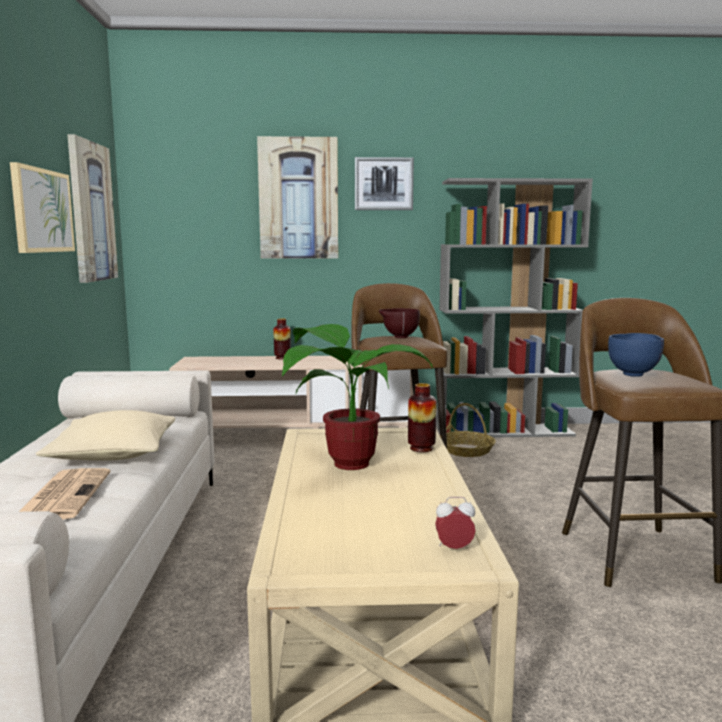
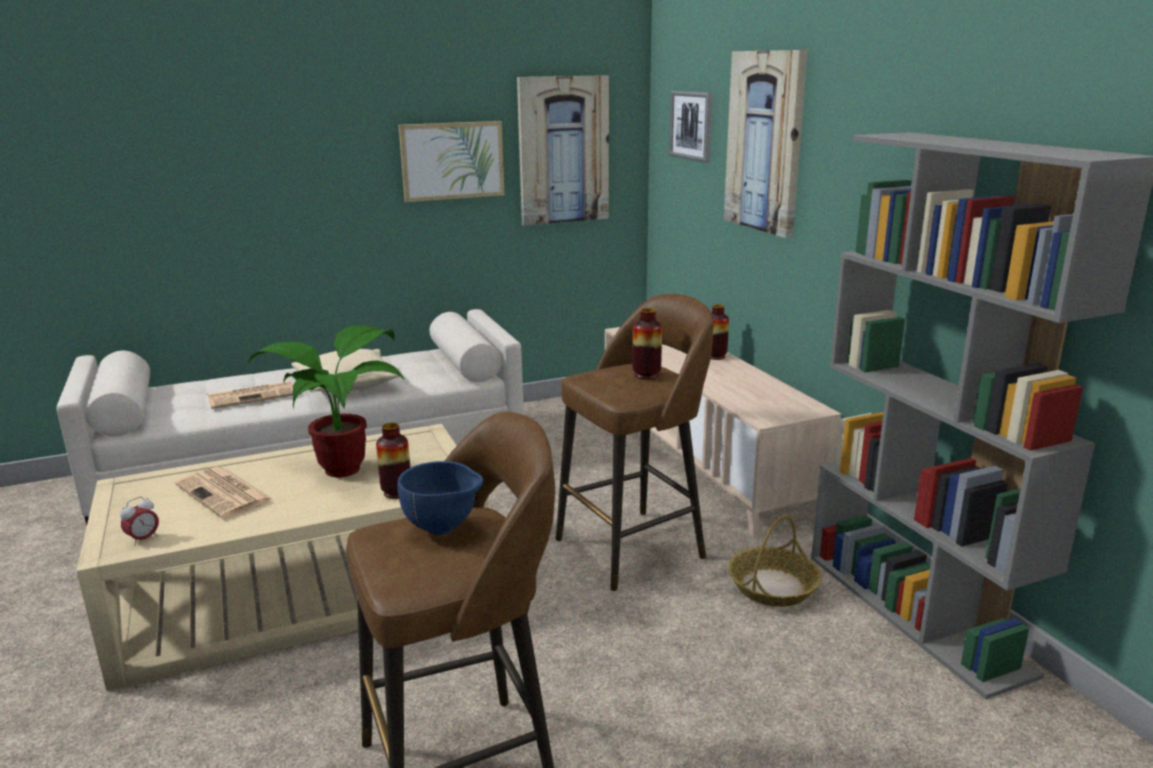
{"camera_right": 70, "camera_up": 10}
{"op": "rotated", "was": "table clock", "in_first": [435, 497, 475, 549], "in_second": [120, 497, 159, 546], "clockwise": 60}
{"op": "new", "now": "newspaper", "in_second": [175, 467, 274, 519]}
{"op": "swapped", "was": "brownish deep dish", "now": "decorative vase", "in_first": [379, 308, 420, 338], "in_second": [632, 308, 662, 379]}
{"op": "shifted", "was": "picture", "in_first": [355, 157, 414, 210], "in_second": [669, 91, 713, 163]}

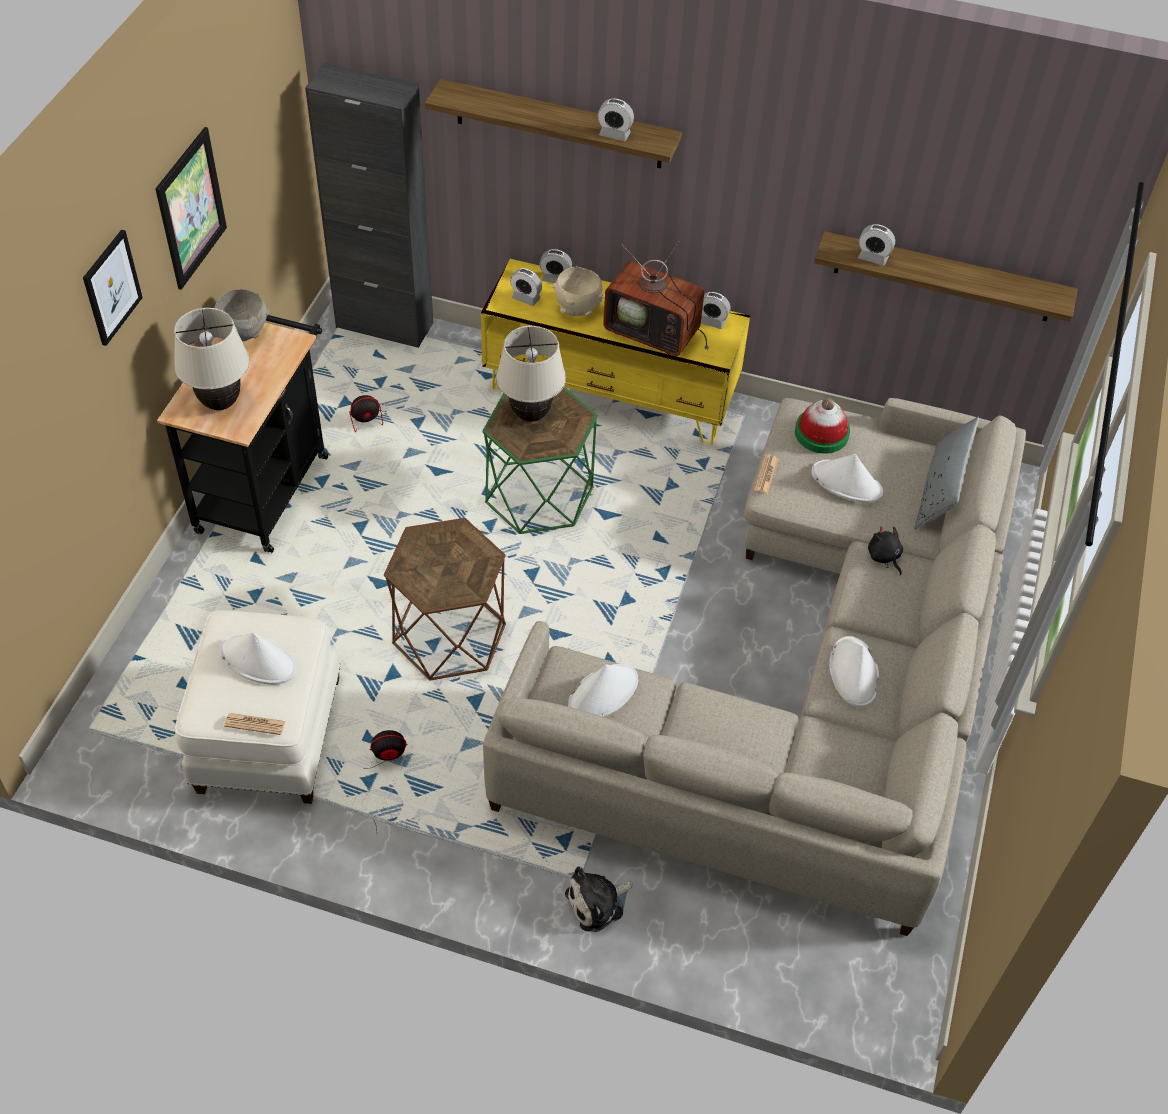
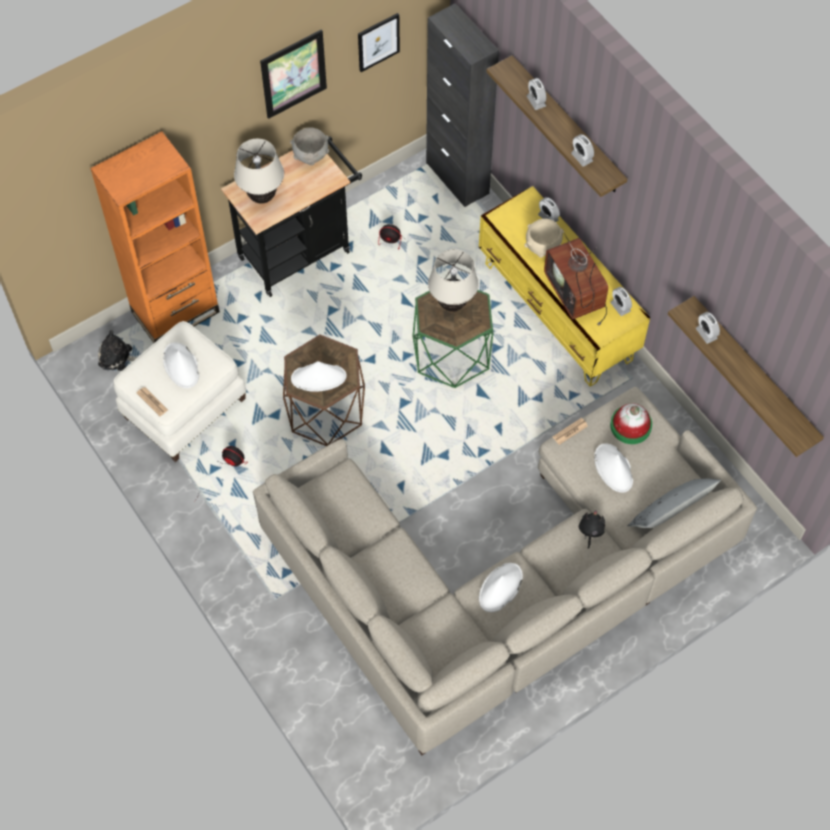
{"camera_right": 40, "camera_up": 10}
{"op": "new", "now": "orangey shelving unit", "in_second": [90, 131, 220, 343]}
{"op": "shifted", "was": "cuddly toy", "in_first": [565, 866, 633, 932], "in_second": [98, 330, 138, 371]}
{"op": "shifted", "was": "white-coloured clothing hat", "in_first": [568, 664, 638, 717], "in_second": [291, 361, 347, 392]}
{"op": "shifted", "was": "picture", "in_first": [83, 229, 143, 346], "in_second": [358, 13, 400, 72]}
{"op": "shifted", "was": "table clock", "in_first": [510, 268, 542, 306], "in_second": [527, 78, 546, 110]}

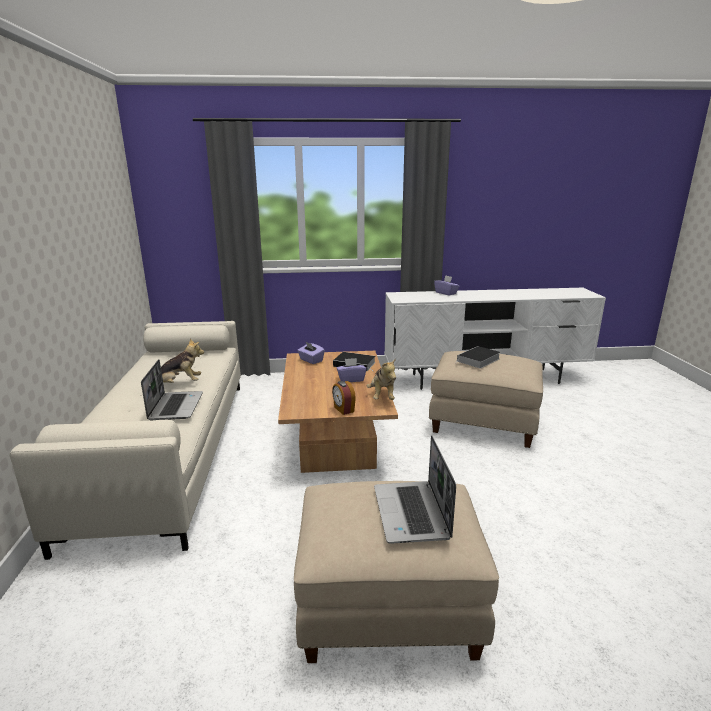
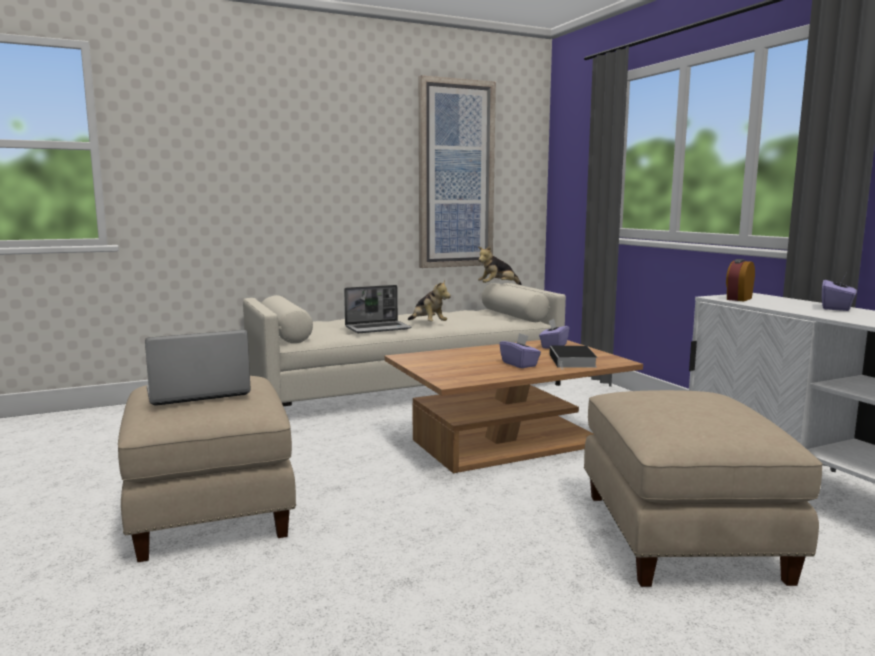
{"camera_right": 70, "camera_up": -10}
{"op": "new", "now": "picture", "in_second": [419, 75, 496, 268]}
{"op": "shifted", "was": "cuddly toy", "in_first": [367, 358, 396, 400], "in_second": [478, 246, 522, 285]}
{"op": "shifted", "was": "table clock", "in_first": [332, 381, 356, 415], "in_second": [726, 259, 755, 301]}
{"op": "gone", "was": "book", "in_first": [454, 346, 501, 369]}

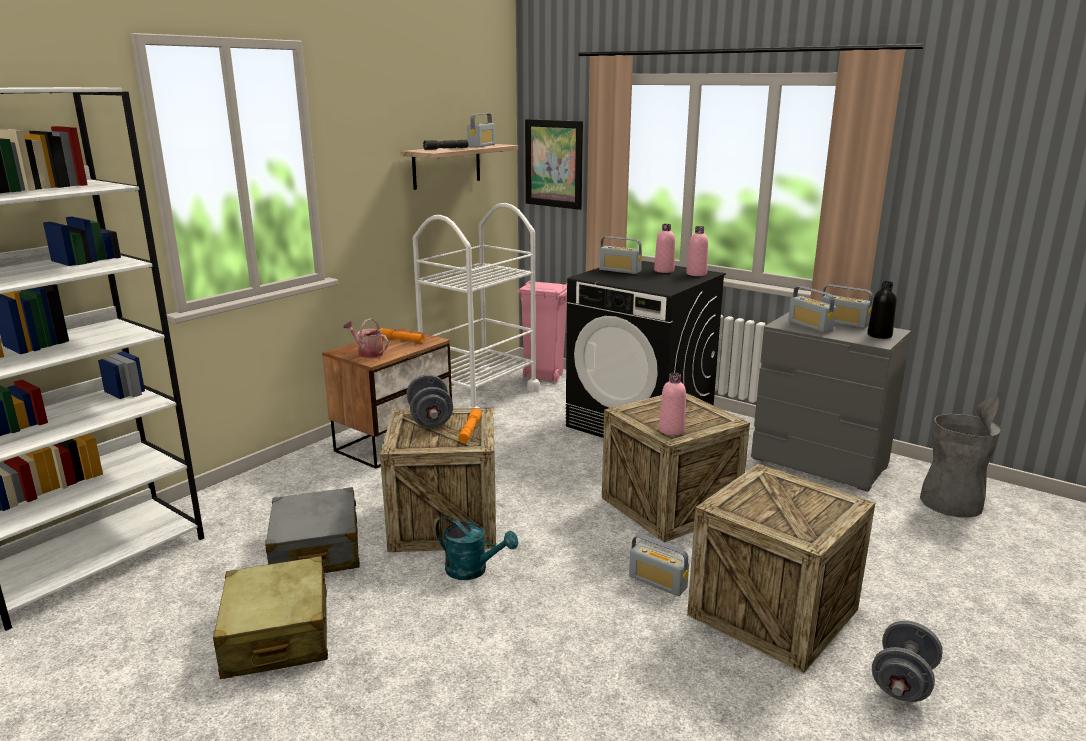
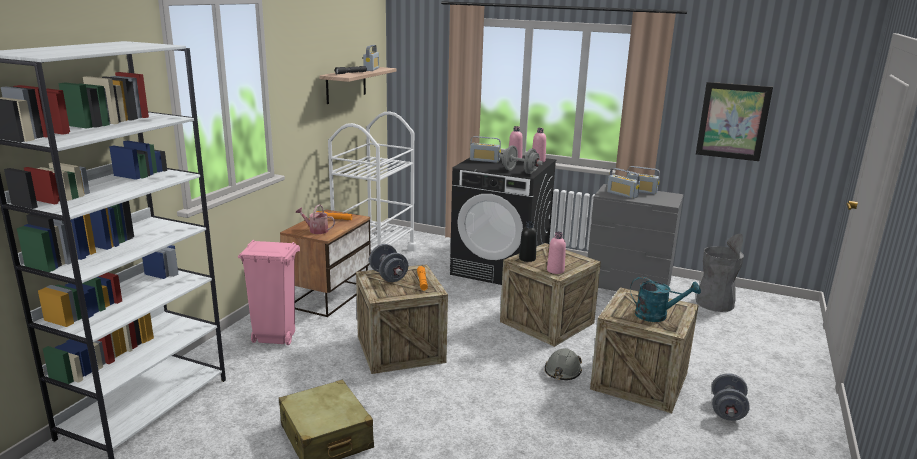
{"camera_right": -15, "camera_up": 0}
{"op": "shifted", "was": "pinkish rubbish bin", "in_first": [517, 280, 567, 382], "in_second": [238, 240, 300, 345]}
{"op": "new", "now": "gray hand weight", "in_second": [499, 145, 543, 174]}
{"op": "shifted", "was": "black beverage bottle", "in_first": [867, 281, 897, 339], "in_second": [519, 221, 537, 262]}
{"op": "swapped", "was": "radio set", "now": "gray work helmet", "in_first": [629, 534, 689, 596], "in_second": [545, 348, 582, 380]}
{"op": "shifted", "was": "turquoise-coloured watering pot", "in_first": [435, 516, 518, 580], "in_second": [630, 277, 701, 322]}
{"op": "shifted", "was": "picture", "in_first": [525, 119, 583, 210], "in_second": [696, 82, 773, 161]}
{"op": "gone", "was": "gray suitcase", "in_first": [265, 487, 360, 573]}

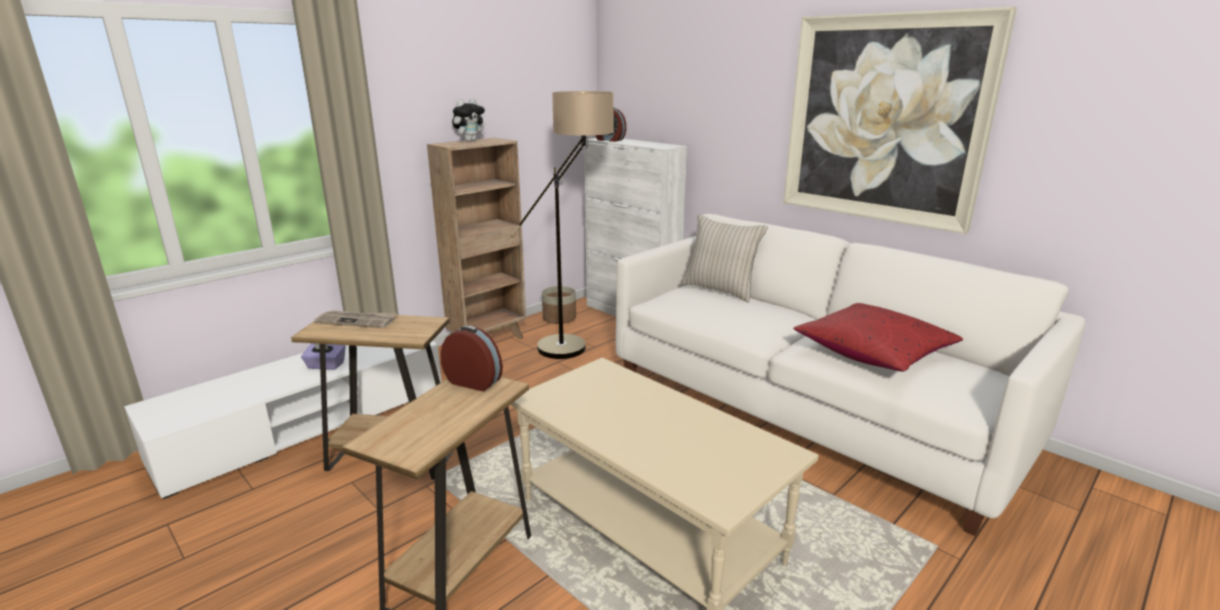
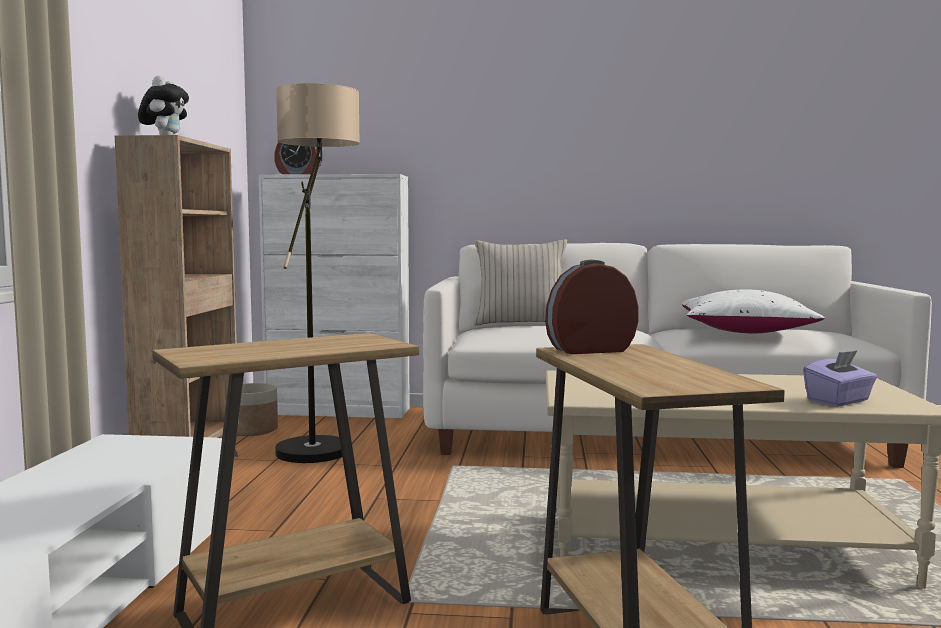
{"camera_right": -40, "camera_up": -15}
{"op": "repainted", "was": "reddish throw pillow", "now": "white-coloured throw pillow", "in_first": [793, 303, 963, 372], "in_second": [682, 290, 825, 333]}
{"op": "shifted", "was": "purple box of tissues", "in_first": [301, 343, 346, 370], "in_second": [803, 350, 877, 407]}
{"op": "gone", "was": "newspaper", "in_first": [314, 310, 397, 328]}
{"op": "gone", "was": "picture", "in_first": [783, 7, 1017, 234]}

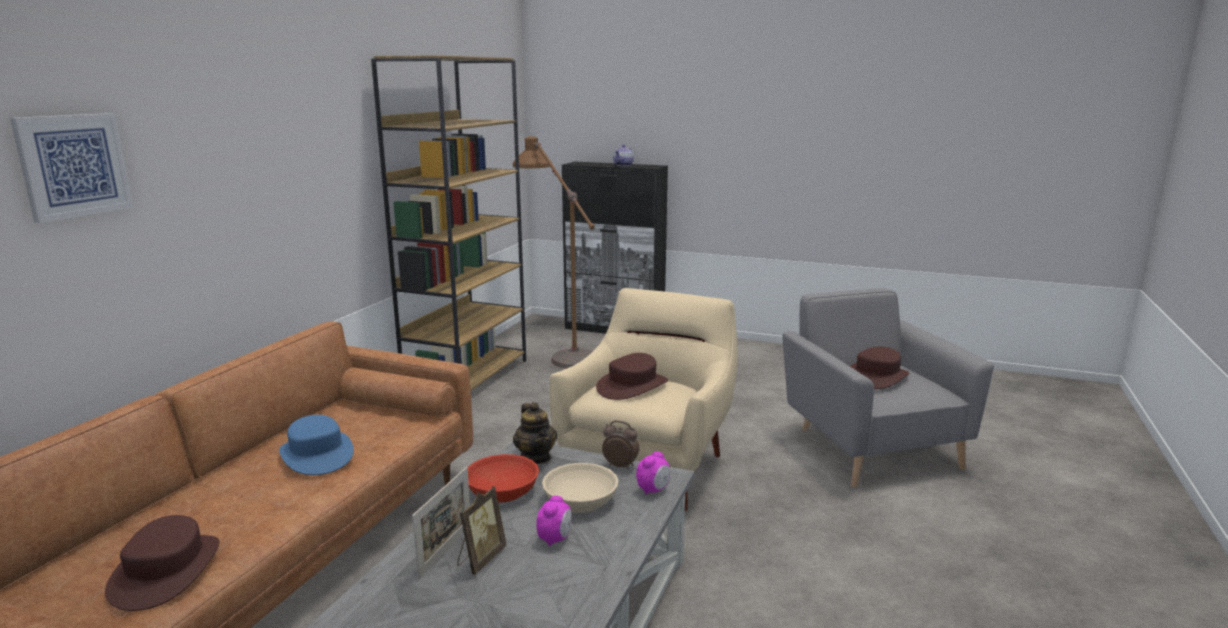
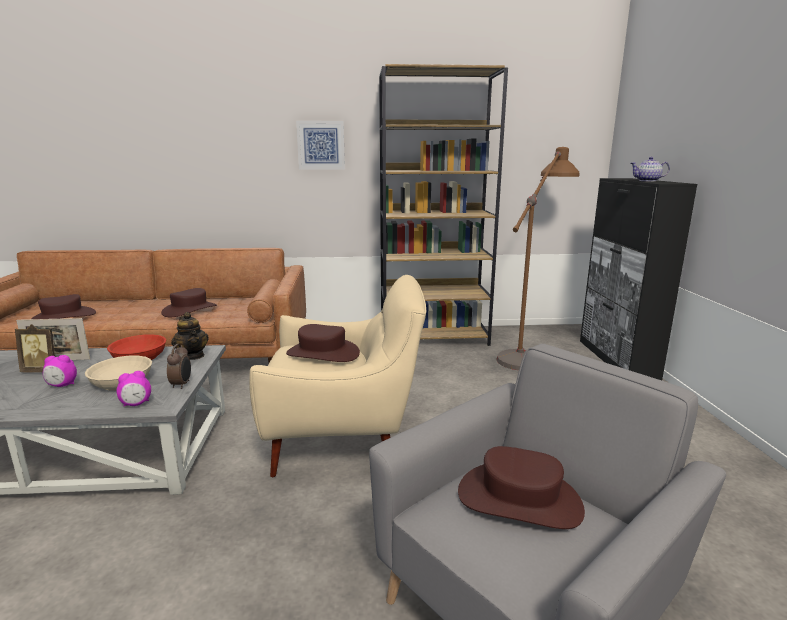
{"camera_right": 65, "camera_up": 0}
{"op": "rotated", "was": "table clock", "in_first": [636, 451, 670, 495], "in_second": [117, 371, 151, 407], "clockwise": -45}
{"op": "repainted", "was": "blue clothing hat", "now": "brownish clothing hat", "in_first": [279, 415, 354, 475], "in_second": [161, 288, 217, 317]}
{"op": "rotated", "was": "tea pot", "in_first": [513, 402, 557, 464], "in_second": [171, 312, 209, 360], "clockwise": -75}
{"op": "shifted", "was": "picture", "in_first": [10, 113, 133, 223], "in_second": [296, 121, 345, 170]}

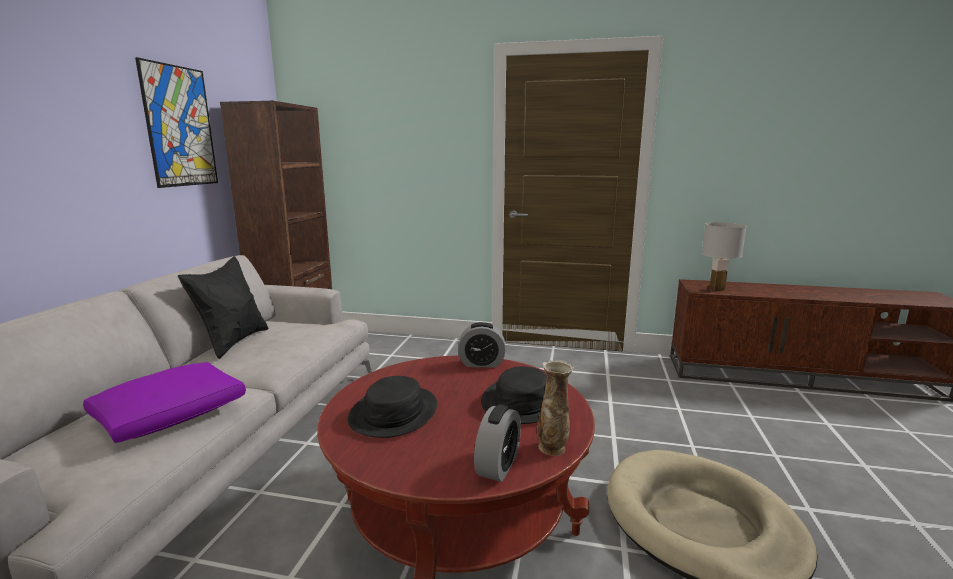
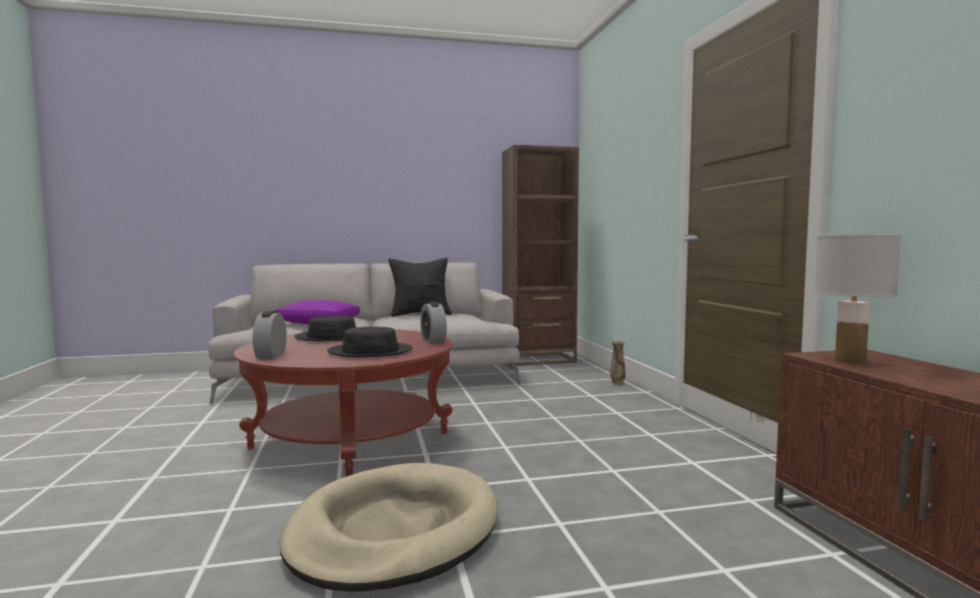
{"camera_right": 65, "camera_up": -10}
{"op": "rotated", "was": "table clock", "in_first": [474, 404, 521, 482], "in_second": [253, 311, 287, 359], "clockwise": 90}
{"op": "shifted", "was": "decorative vase", "in_first": [537, 360, 574, 456], "in_second": [610, 340, 626, 385]}
{"op": "gone", "was": "picture", "in_first": [135, 57, 218, 188]}

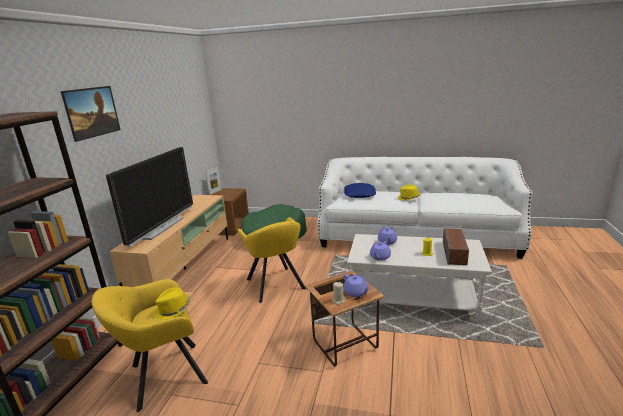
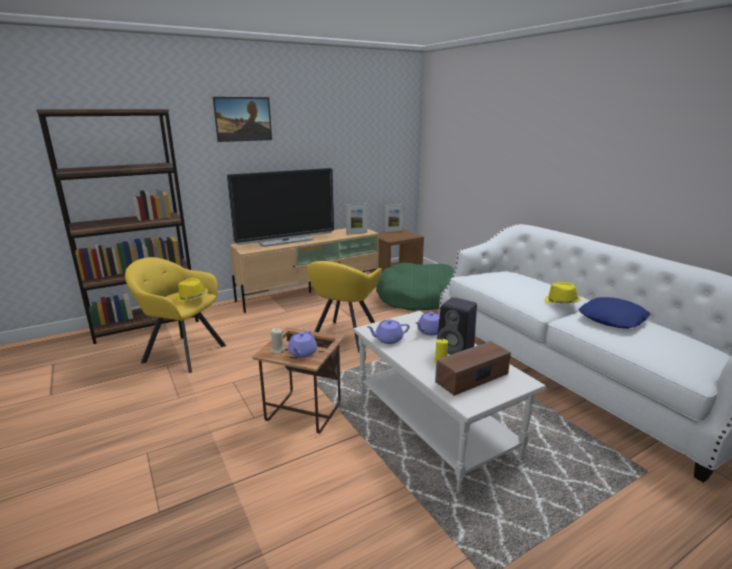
{"camera_right": 45, "camera_up": 0}
{"op": "new", "now": "picture frame", "in_second": [346, 203, 367, 235]}
{"op": "new", "now": "black speaker", "in_second": [437, 297, 477, 355]}
{"op": "shifted", "was": "blue throw pillow", "in_first": [344, 183, 376, 198], "in_second": [579, 297, 651, 329]}

